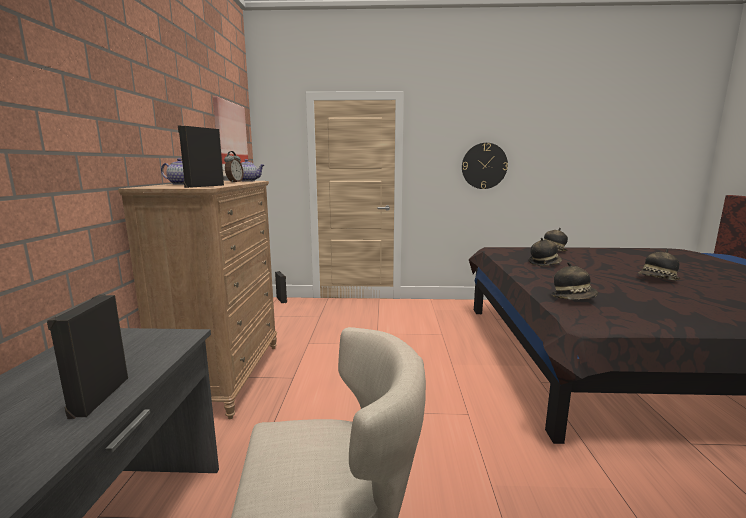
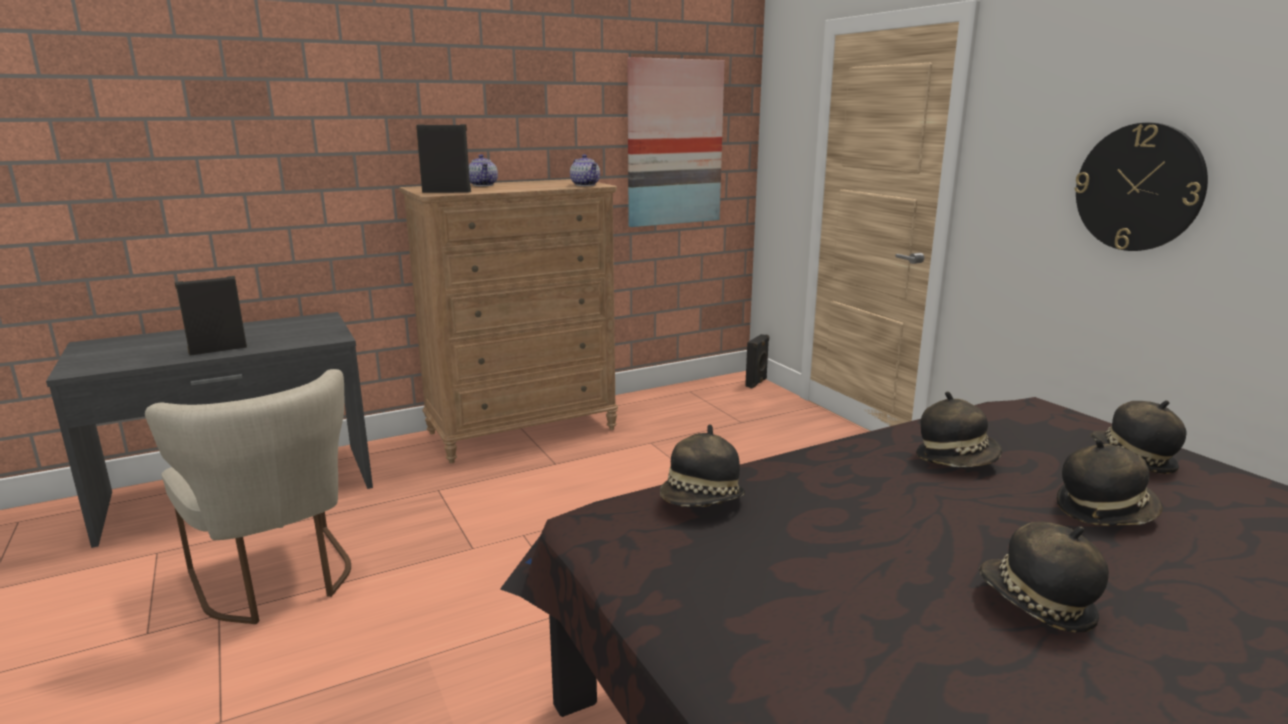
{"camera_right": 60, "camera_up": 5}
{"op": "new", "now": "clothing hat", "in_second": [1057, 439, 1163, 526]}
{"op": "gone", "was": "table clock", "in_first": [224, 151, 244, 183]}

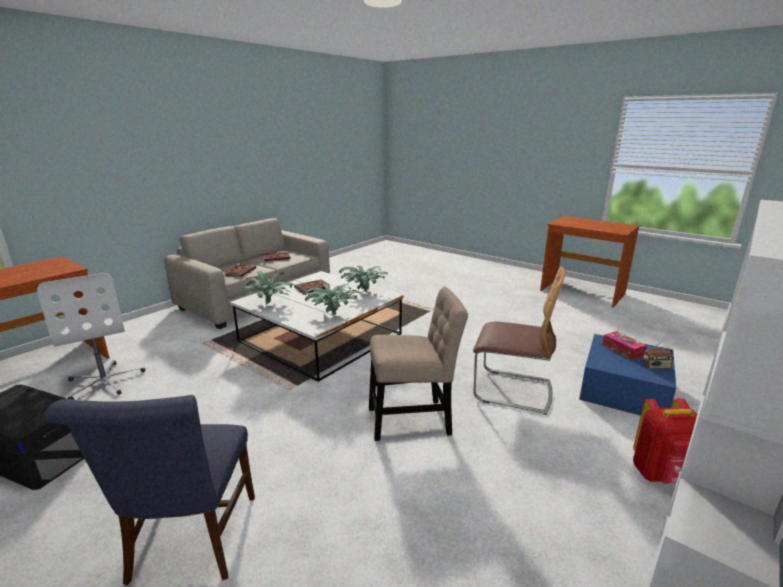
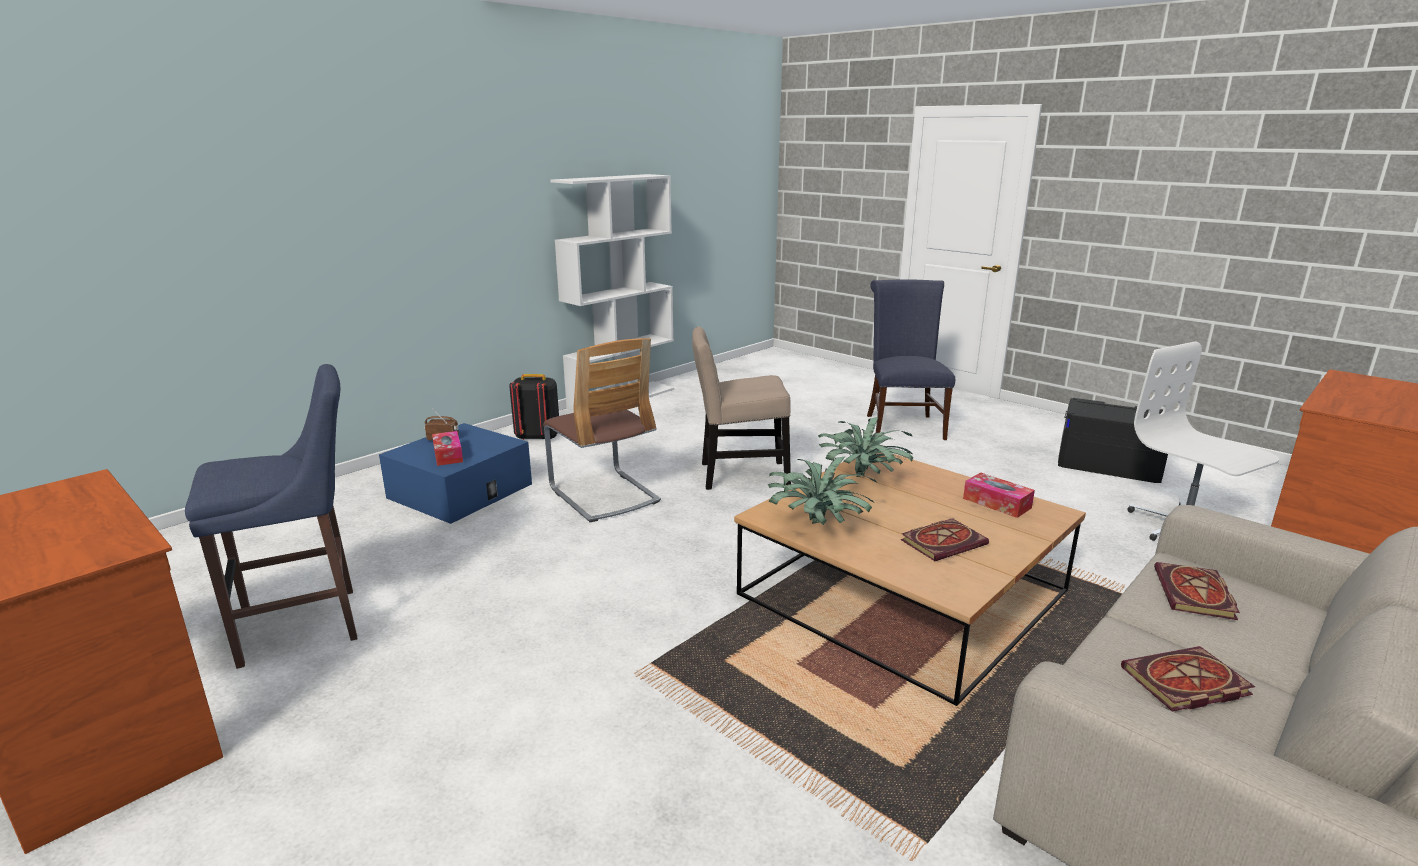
{"camera_right": -175, "camera_up": 0}
{"op": "new", "now": "blue stool", "in_second": [185, 364, 357, 669]}
{"op": "repainted", "was": "reddish knapsack", "now": "black knapsack", "in_first": [633, 398, 697, 484], "in_second": [509, 374, 559, 440]}
{"op": "rotated", "was": "chair", "in_first": [473, 266, 565, 415], "in_second": [543, 338, 661, 522], "clockwise": -150}
{"op": "repainted", "was": "white-coloured coffee table", "now": "brownish coffee table", "in_first": [230, 271, 404, 382], "in_second": [734, 453, 1086, 706]}
{"op": "swapped", "was": "plant in a pot", "now": "box of tissues", "in_first": [241, 271, 293, 305], "in_second": [963, 472, 1035, 518]}

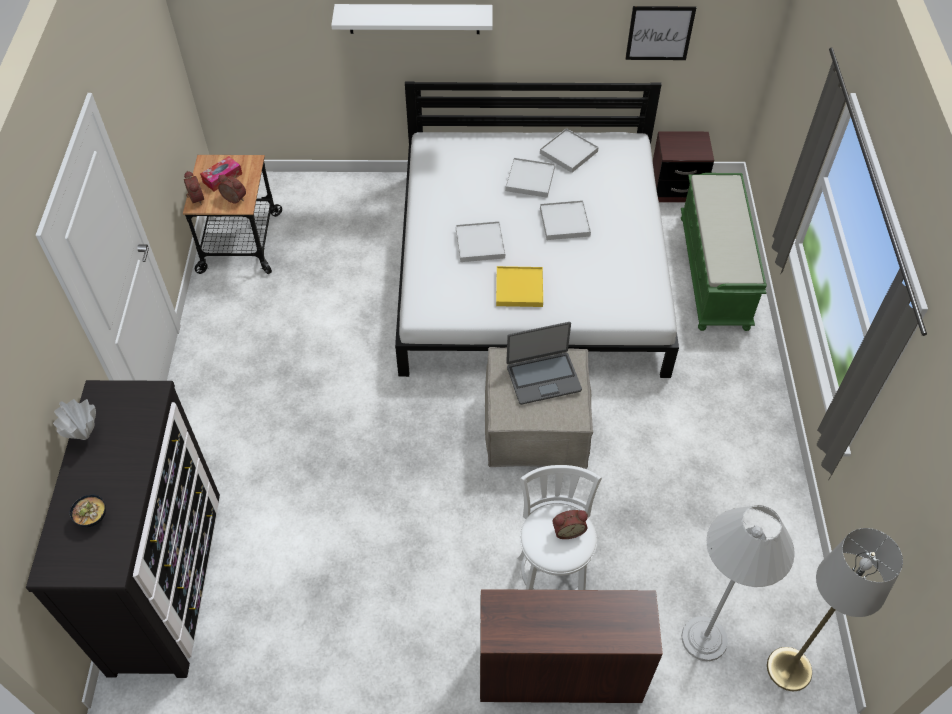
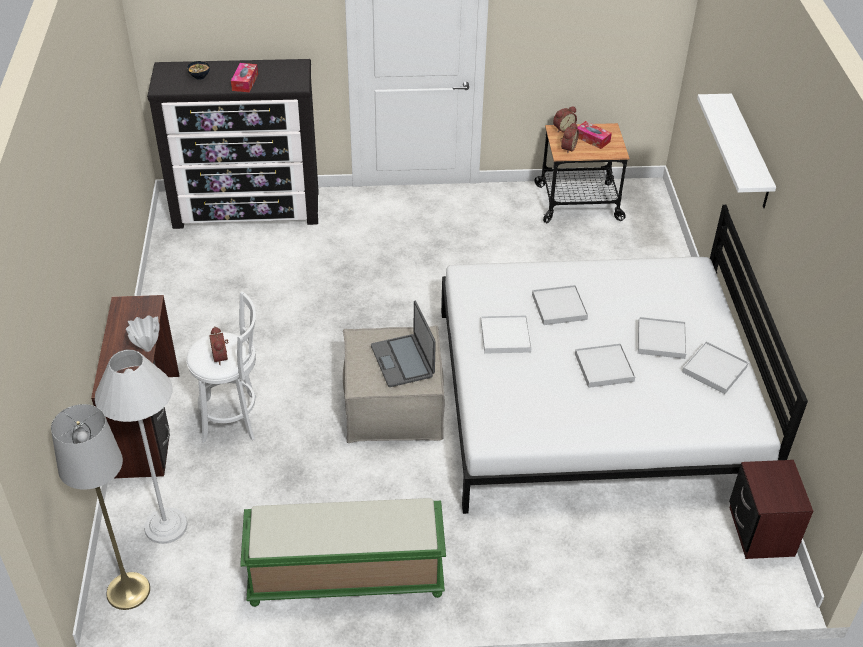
{"camera_right": 85, "camera_up": -10}
{"op": "shifted", "was": "white-coloured decorative vase", "in_first": [53, 399, 96, 440], "in_second": [126, 315, 160, 352]}
{"op": "new", "now": "box of tissues", "in_second": [231, 63, 258, 92]}
{"op": "shifted", "was": "green-coloured bench", "in_first": [681, 173, 767, 331], "in_second": [240, 498, 446, 607]}
{"op": "repainted", "was": "yellow-coloured carrying tray", "now": "white-coloured carrying tray", "in_first": [496, 266, 543, 307], "in_second": [481, 315, 532, 354]}
{"op": "gone", "was": "picture", "in_first": [625, 6, 696, 60]}

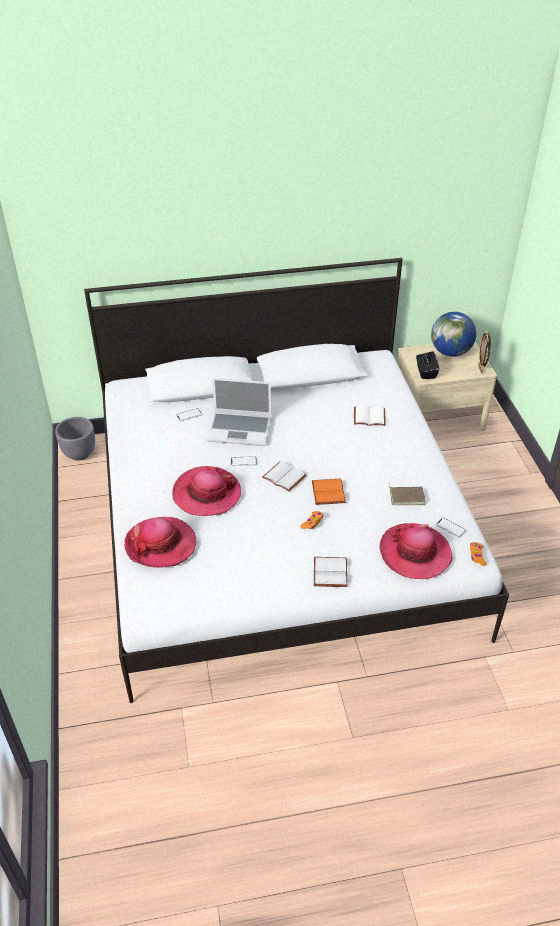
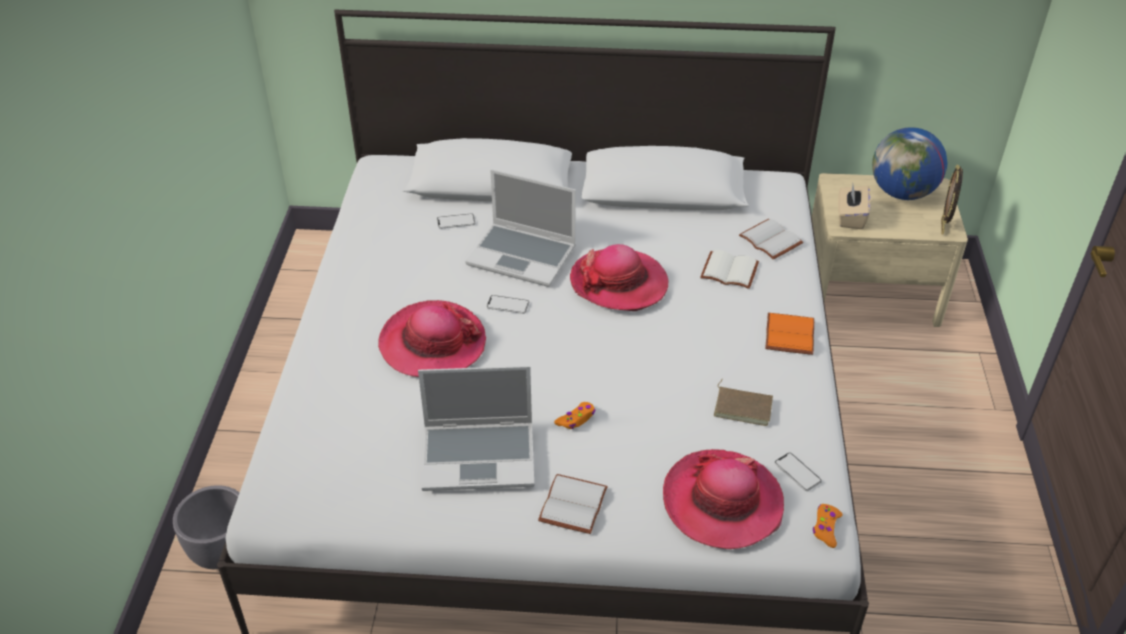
{"camera_right": 15, "camera_up": 0}
{"op": "shifted", "was": "gray planter", "in_first": [55, 417, 95, 461], "in_second": [173, 485, 239, 569]}
{"op": "new", "now": "portable computer", "in_second": [418, 366, 534, 491]}
{"op": "shifted", "was": "clothing hat", "in_first": [124, 517, 197, 568], "in_second": [570, 244, 669, 311]}
{"op": "shifted", "was": "white-coloured book", "in_first": [262, 461, 306, 492], "in_second": [739, 219, 803, 260]}
{"op": "shifted", "was": "orangey book", "in_first": [312, 479, 346, 505], "in_second": [765, 313, 814, 355]}
{"op": "repainted", "was": "black box of tissues", "now": "beige-coloured box of tissues", "in_first": [416, 351, 439, 379], "in_second": [838, 184, 871, 229]}

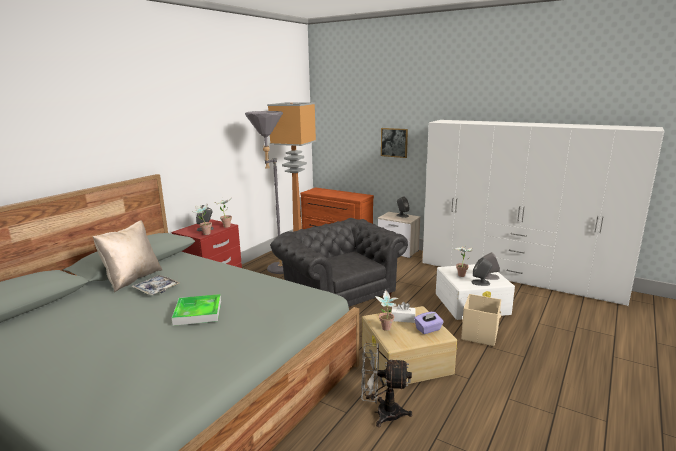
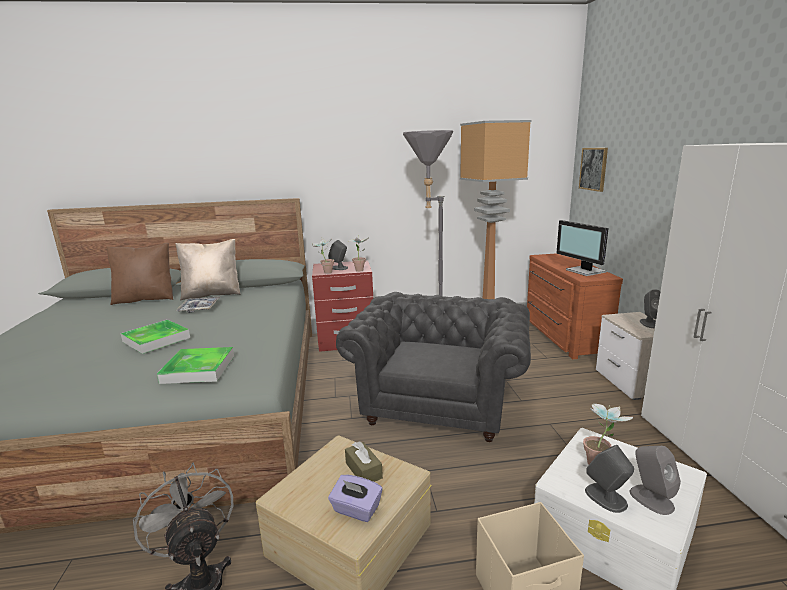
{"camera_right": 50, "camera_up": 0}
{"op": "new", "now": "brownish throw pillow", "in_second": [106, 243, 173, 305]}
{"op": "new", "now": "carrying tray", "in_second": [157, 347, 234, 384]}
{"op": "repainted", "was": "white-coloured box of tissues", "now": "brownish box of tissues", "in_first": [391, 302, 416, 323], "in_second": [345, 441, 383, 482]}
{"op": "new", "now": "computer display", "in_second": [556, 220, 608, 276]}
{"op": "shifted", "was": "picture", "in_first": [381, 128, 408, 158], "in_second": [579, 148, 608, 192]}
{"op": "gone", "was": "plant in a pot", "in_first": [375, 290, 399, 331]}

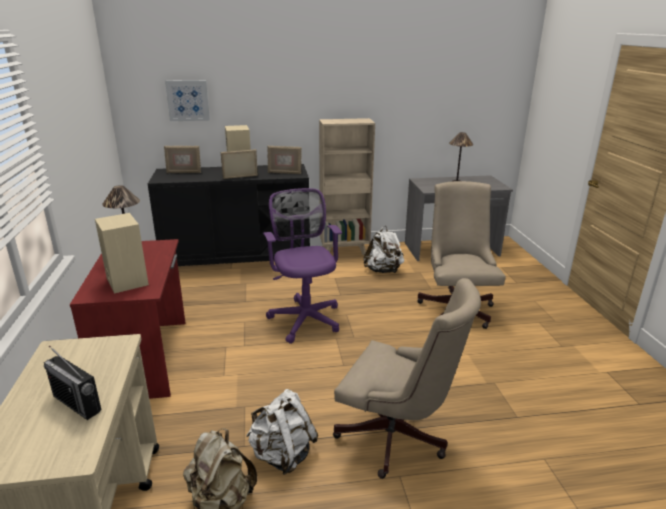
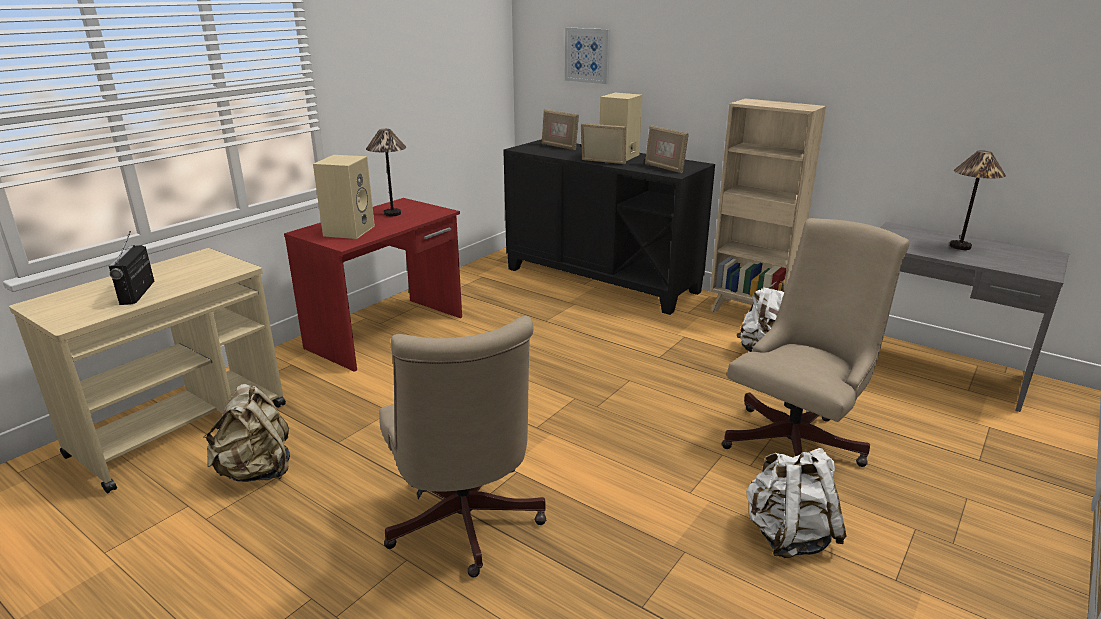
{"camera_right": 45, "camera_up": 0}
{"op": "shifted", "was": "white-coloured knapsack", "in_first": [246, 389, 318, 474], "in_second": [746, 448, 846, 558]}
{"op": "gone", "was": "purple computer chair", "in_first": [263, 188, 342, 344]}

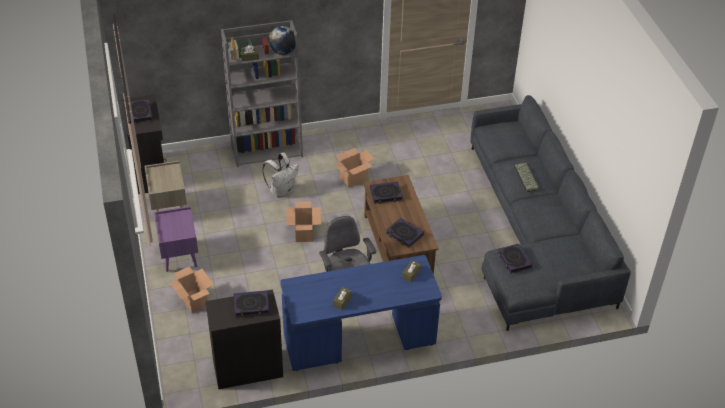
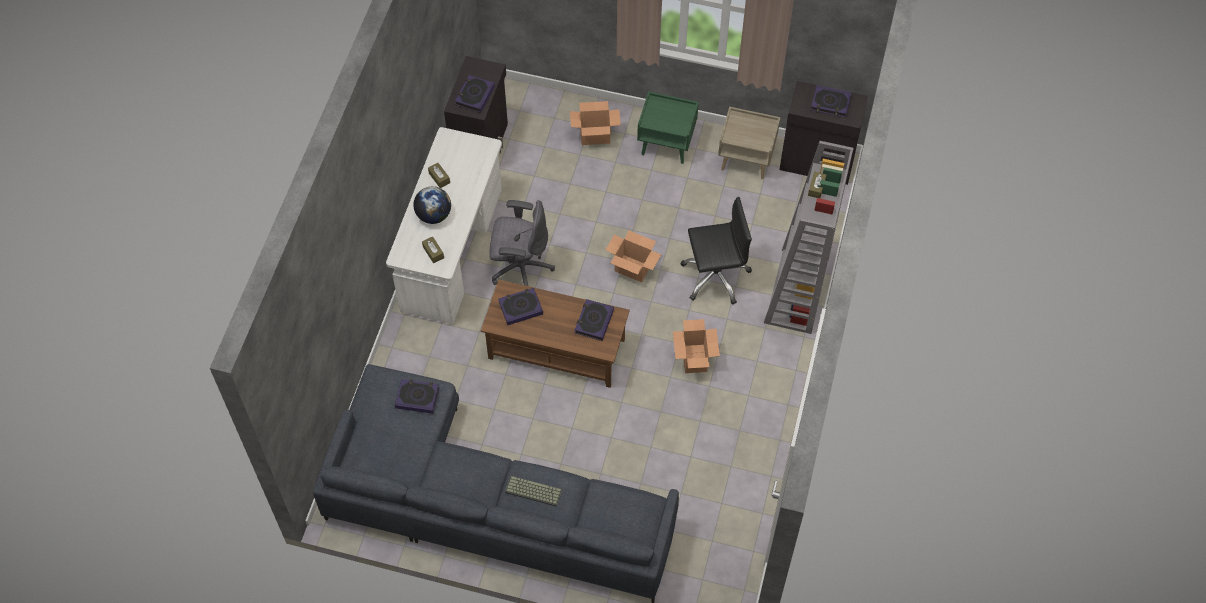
{"camera_right": 120, "camera_up": 15}
{"op": "repainted", "was": "blue desk table", "now": "white-coloured desk table", "in_first": [280, 255, 442, 371], "in_second": [386, 127, 502, 324]}
{"op": "shifted", "was": "globe", "in_first": [268, 26, 296, 55], "in_second": [413, 186, 451, 224]}
{"op": "repainted", "was": "purple bedside table", "now": "green-coloured bedside table", "in_first": [154, 206, 198, 272], "in_second": [637, 91, 699, 164]}
{"op": "swapped", "was": "white-coloured knapsack", "now": "black computer chair", "in_first": [262, 153, 299, 197], "in_second": [681, 197, 752, 305]}

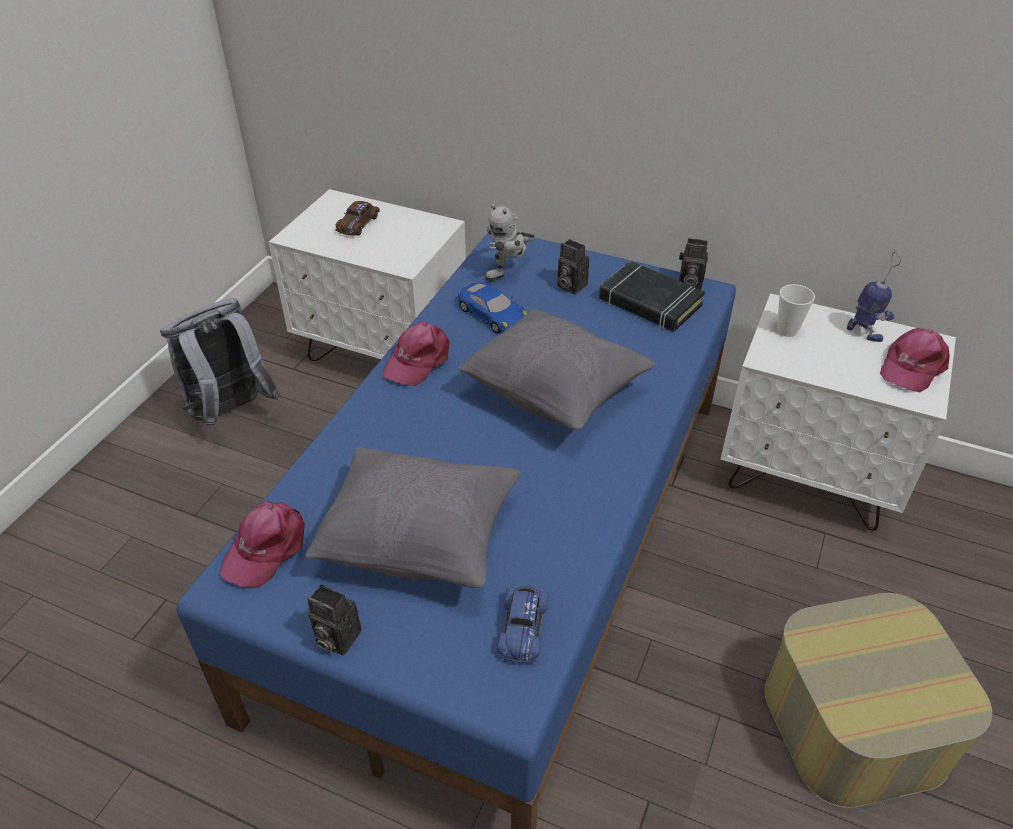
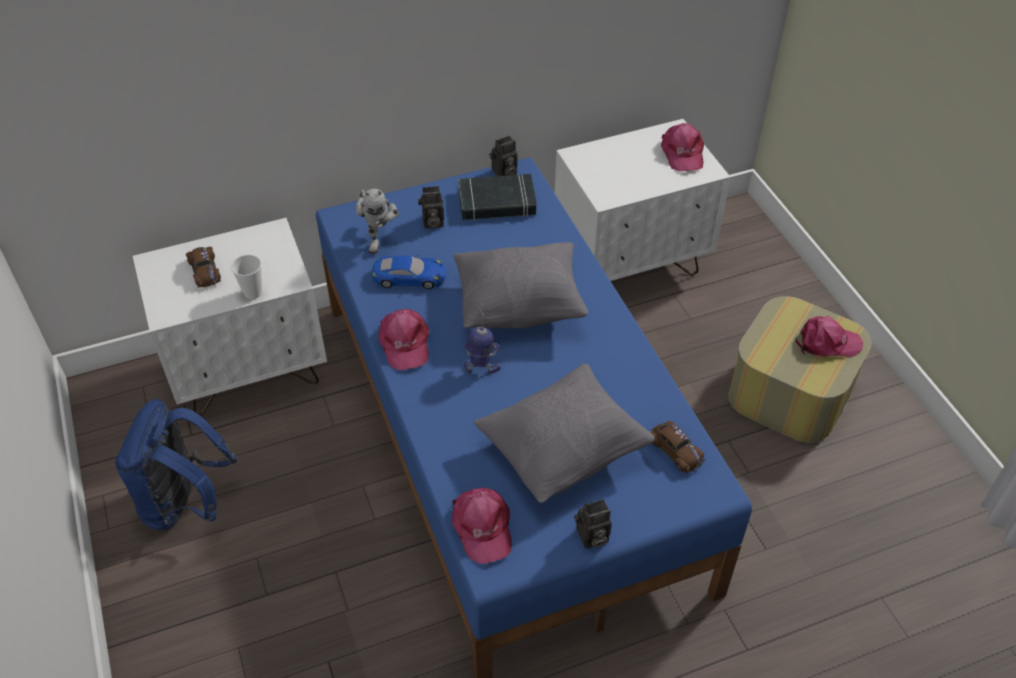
{"camera_right": -45, "camera_up": 5}
{"op": "repainted", "was": "gray knapsack", "now": "blue knapsack", "in_first": [160, 298, 280, 428], "in_second": [115, 399, 237, 531]}
{"op": "shifted", "was": "small cup", "in_first": [777, 284, 815, 337], "in_second": [231, 255, 262, 299]}
{"op": "shifted", "was": "model robot", "in_first": [847, 252, 901, 342], "in_second": [464, 302, 501, 374]}
{"op": "repainted", "was": "blue miniature car", "now": "brownish miniature car", "in_first": [497, 586, 549, 663], "in_second": [649, 421, 705, 473]}
{"op": "new", "now": "pinkish baseball cap", "in_second": [795, 316, 863, 357]}

